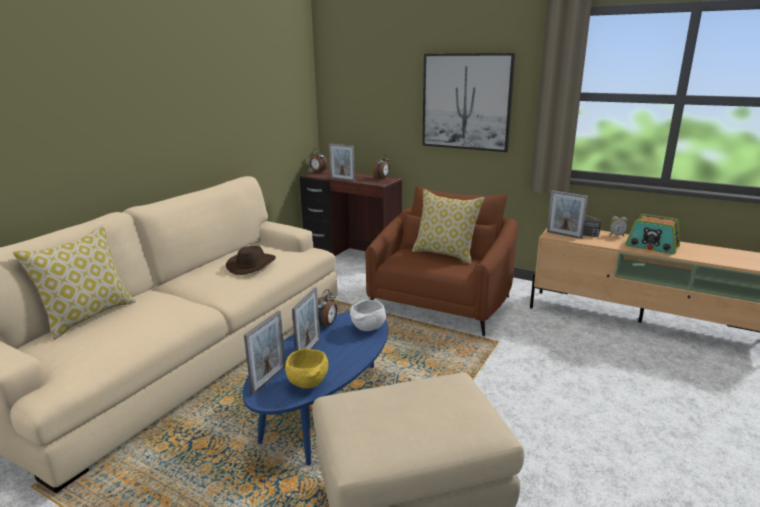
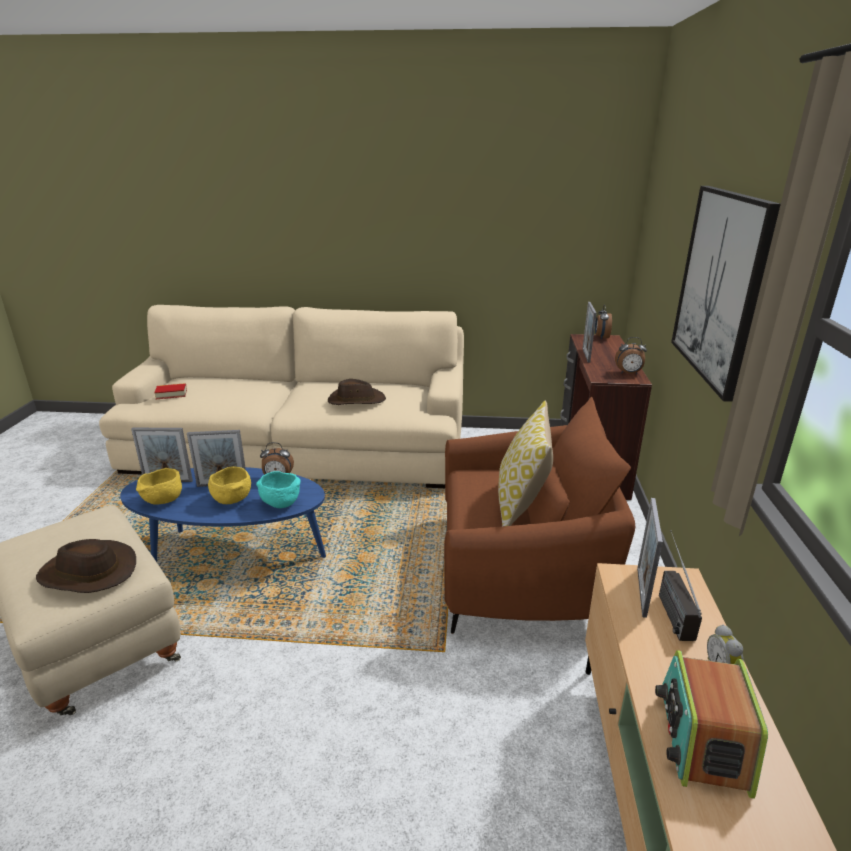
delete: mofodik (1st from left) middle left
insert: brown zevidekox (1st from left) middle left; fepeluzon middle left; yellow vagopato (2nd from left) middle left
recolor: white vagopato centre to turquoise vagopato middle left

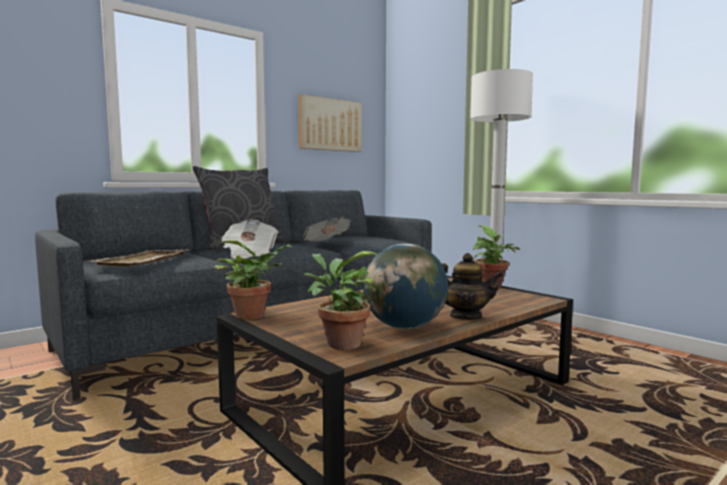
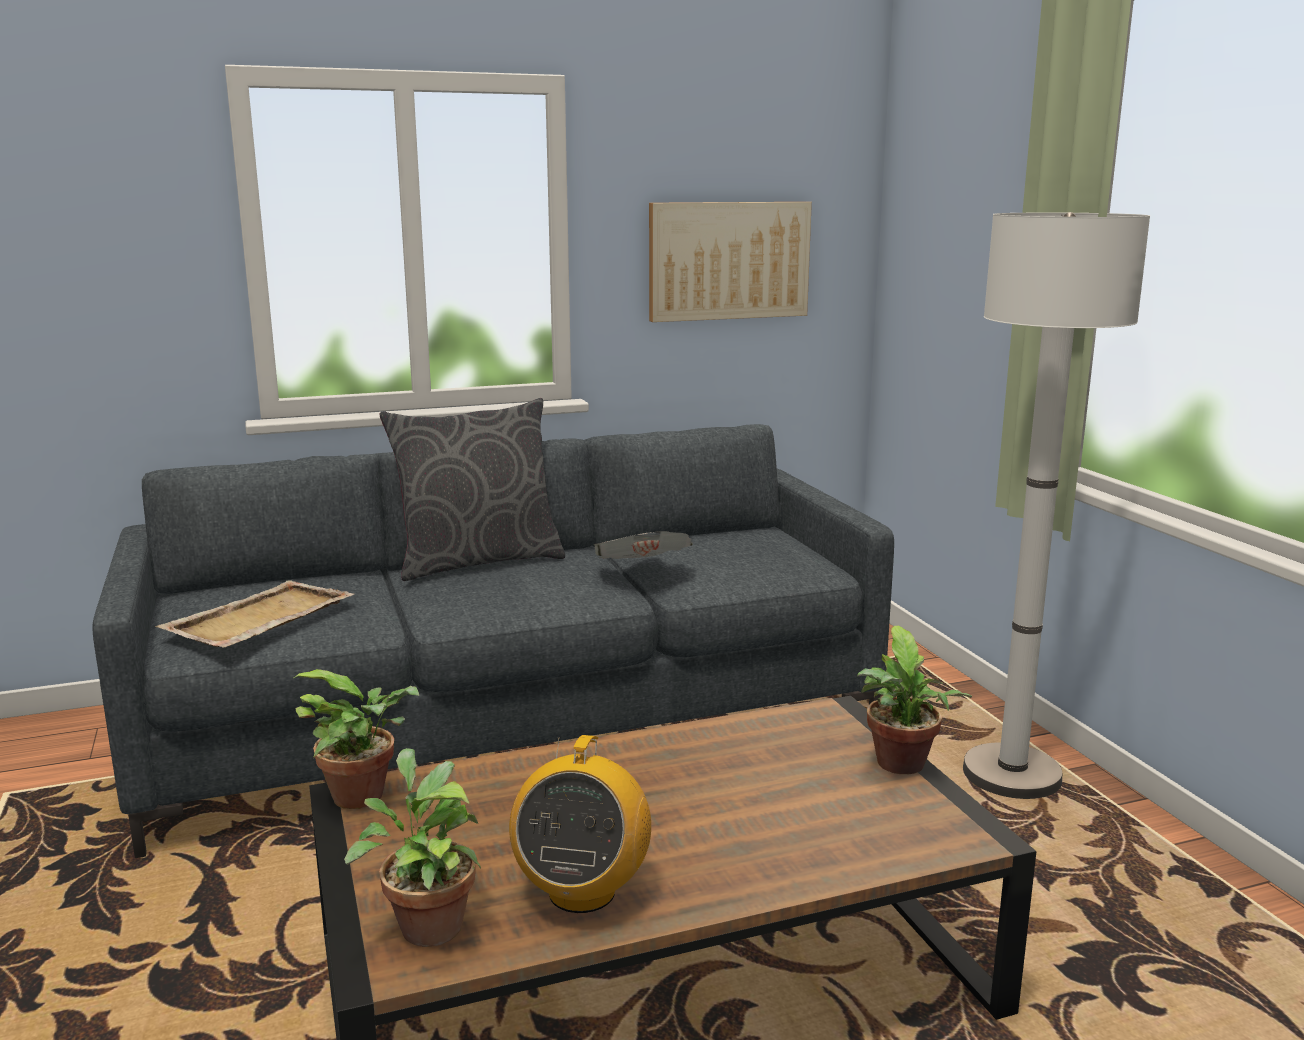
delete: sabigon (1st from left) centre; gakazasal centre
replace: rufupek centre to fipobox bottom centre

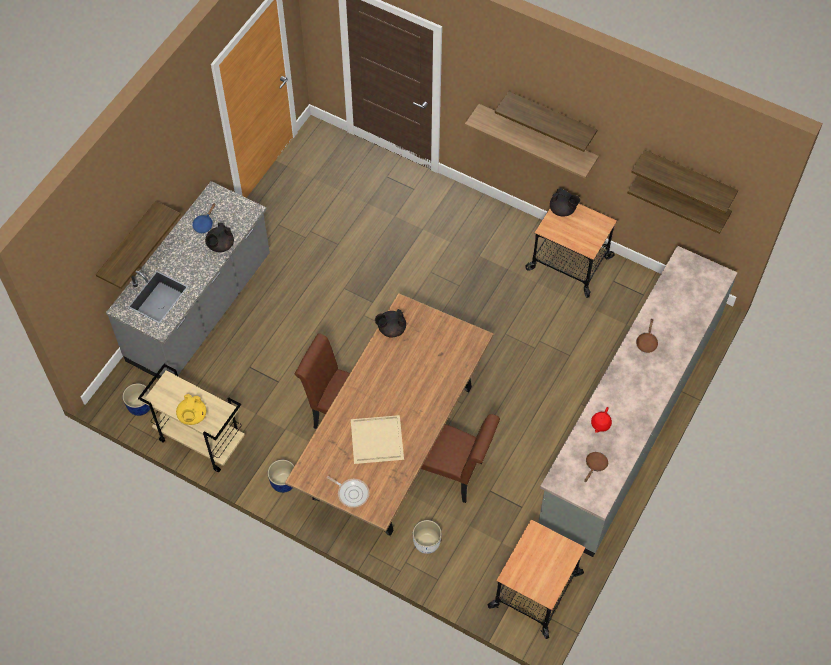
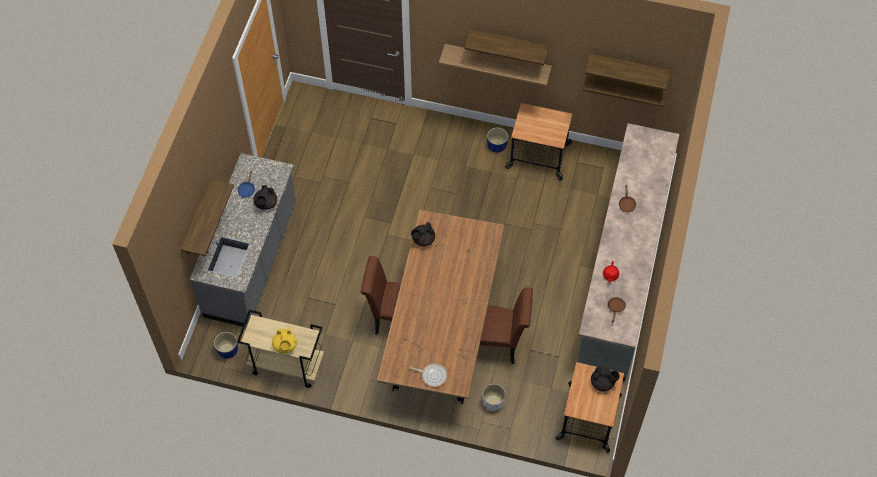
delete: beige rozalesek centre
move: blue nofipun (2nd from left) bottom centre to top centre; black gakazasal (3rd from left) top right to bottom right

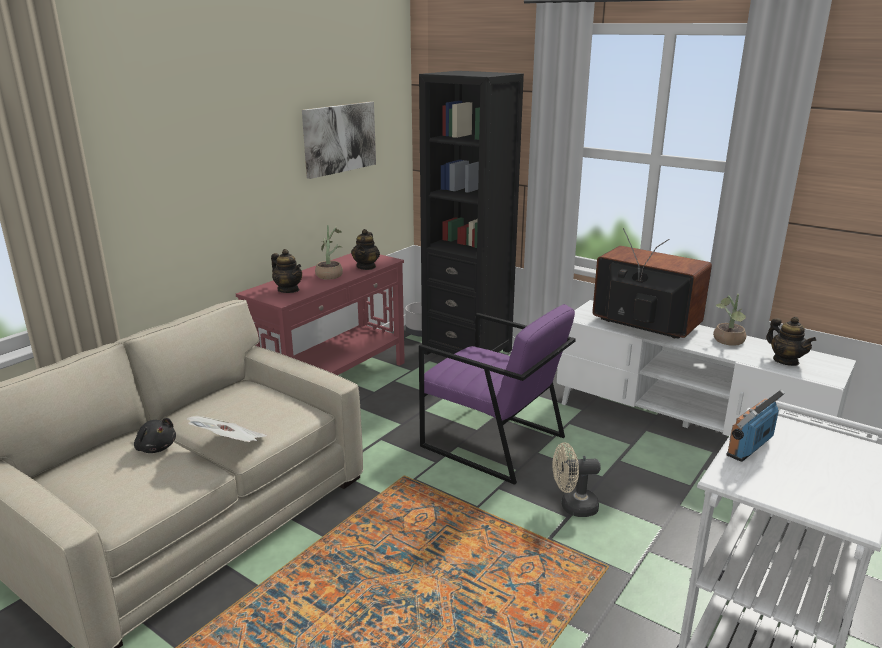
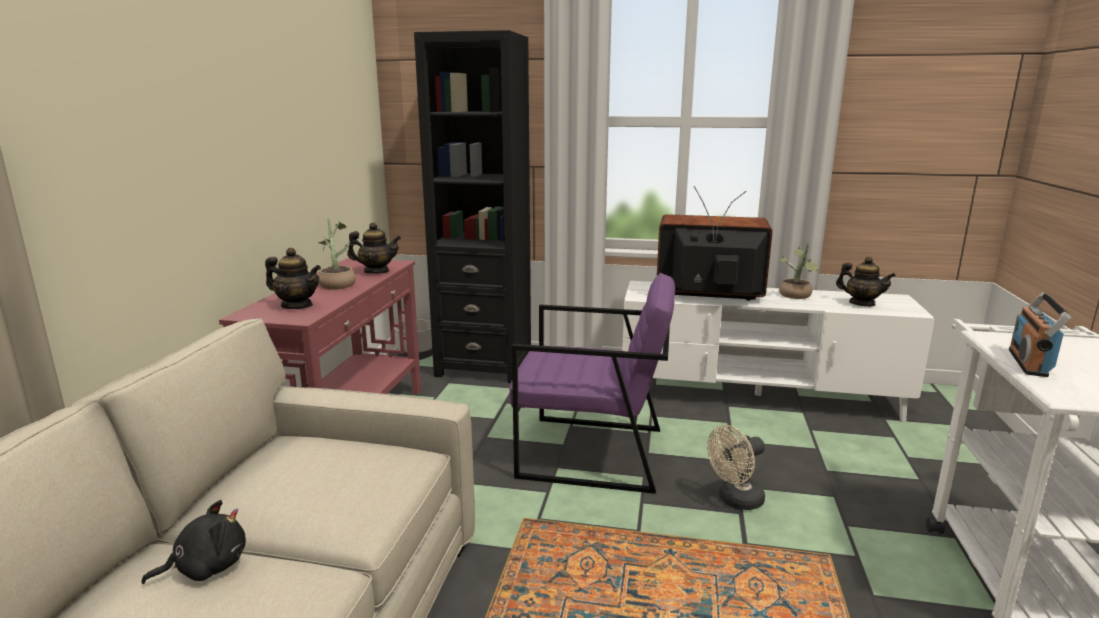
delete: sabigon middle left; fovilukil top centre
rotate: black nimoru bottom left = bottom left 45 degrees counterclockwise; gakazasal (2nd from left) centre = centre 75 degrees counterclockwise

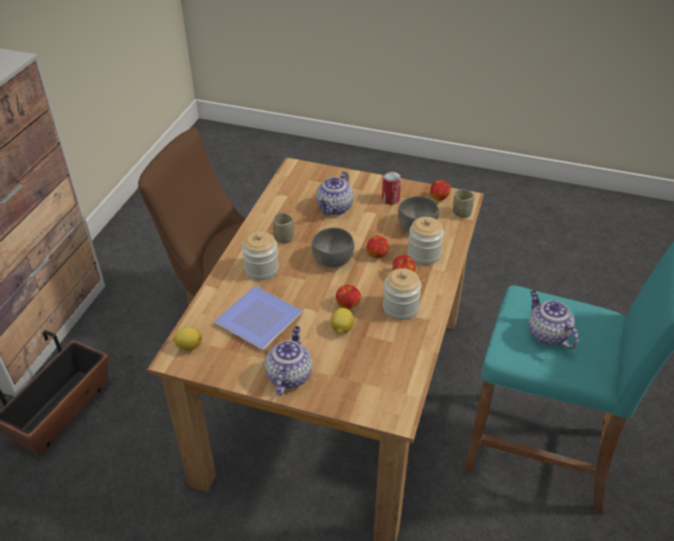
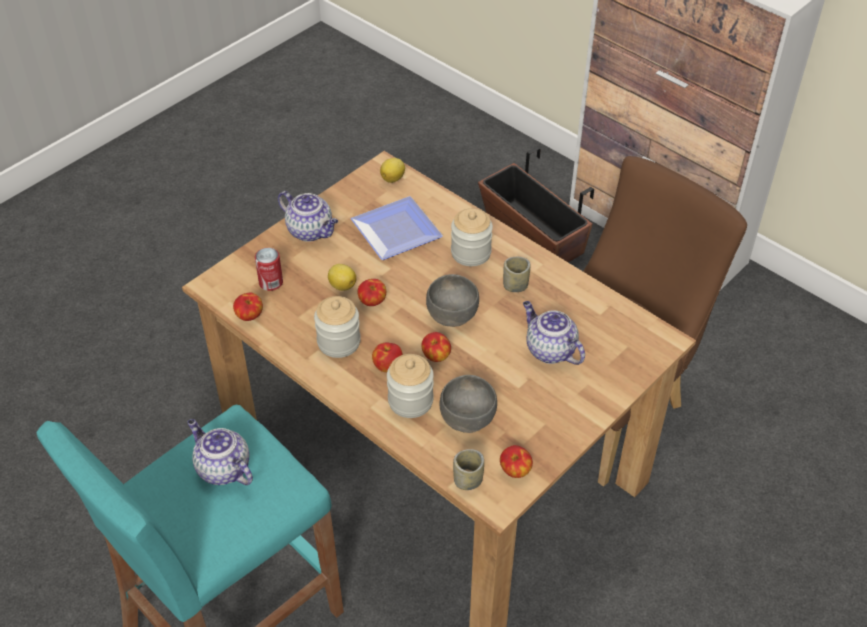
insert: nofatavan (1st from left) middle left
move: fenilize centre to middle left
rotate: gakazasal (3rd from left in the first image) middle right = bottom left 135 degrees counterclockwise

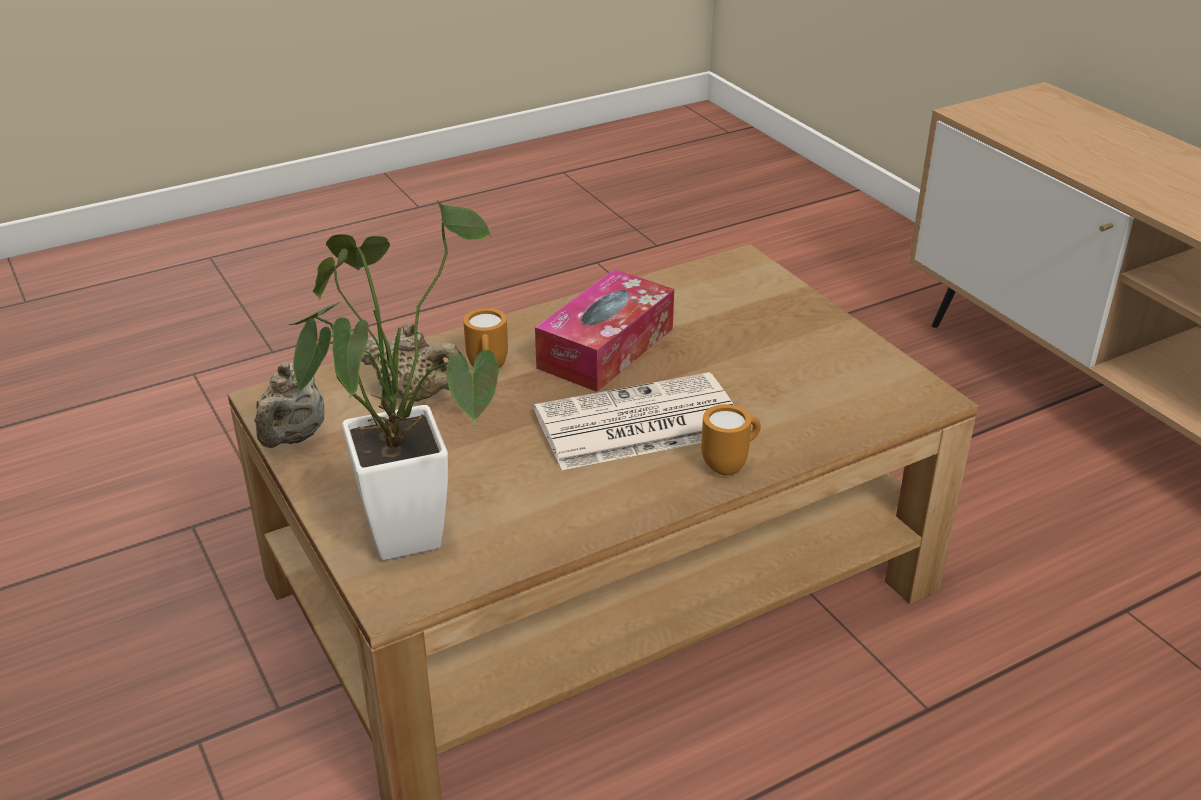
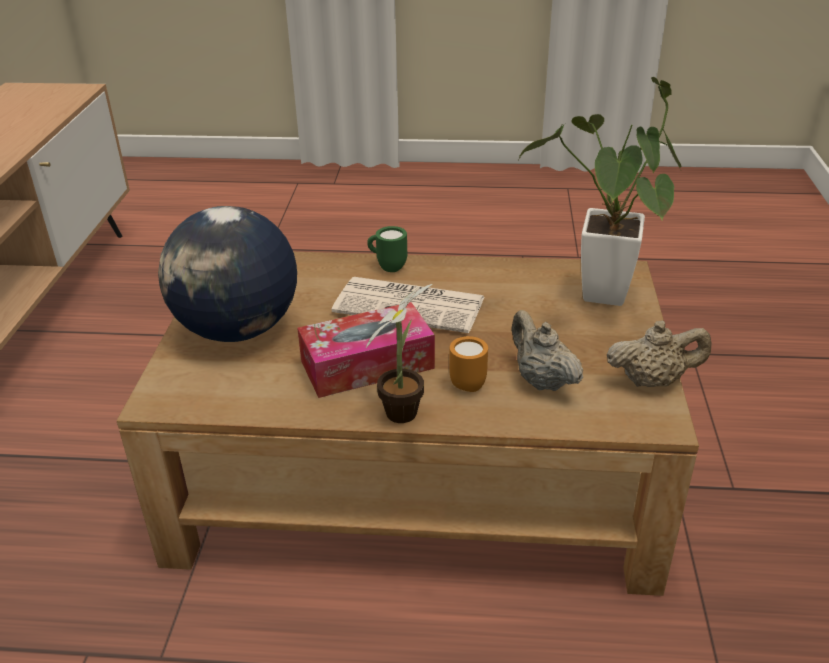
insert: rufupek middle left; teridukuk (1st from left) centre
recolor: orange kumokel (2nd from left) centre to green kumokel centre
rotate: beige gakazasal (1st from left in the first image) middle left = middle right 45 degrees clockwise

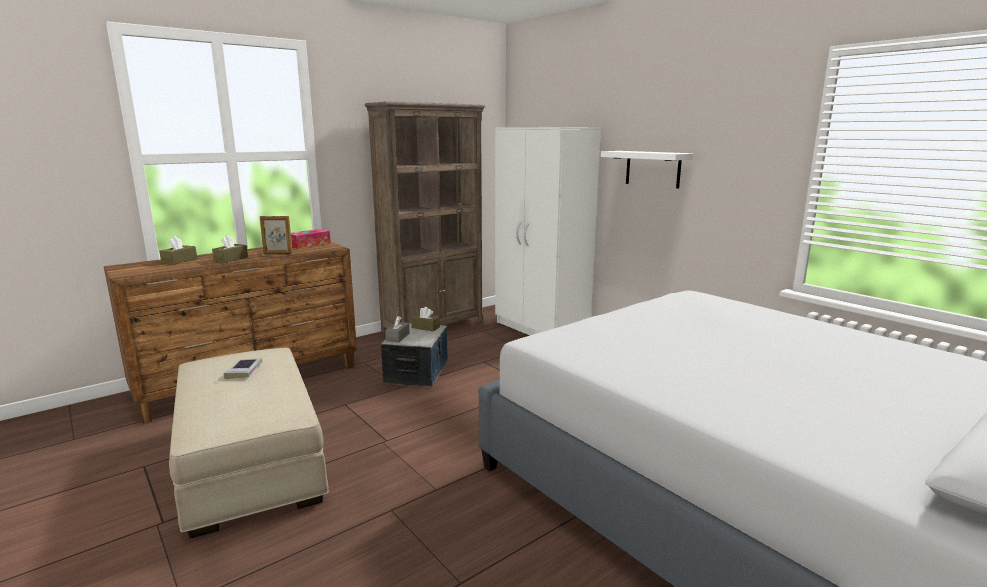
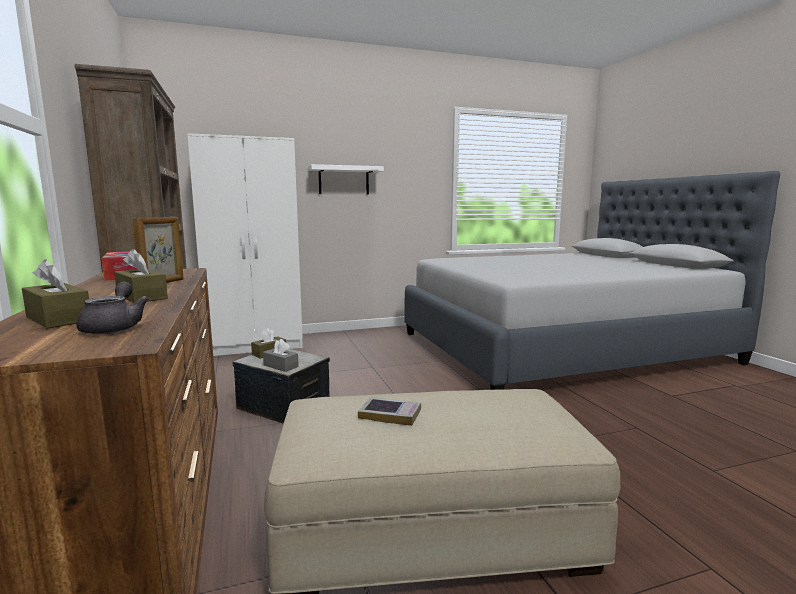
insert: grey gakazasal middle left

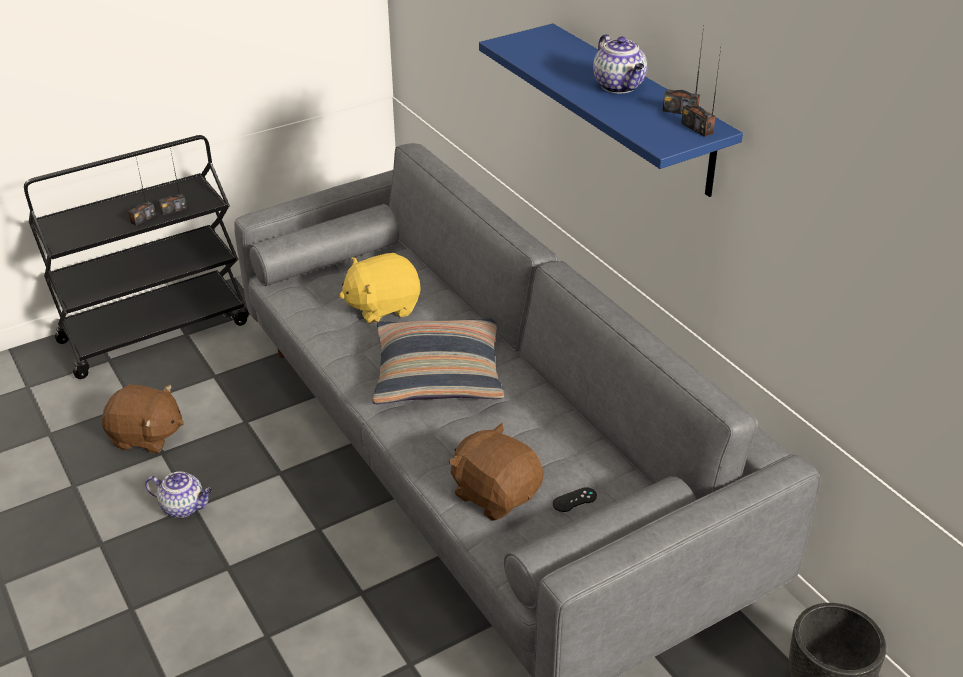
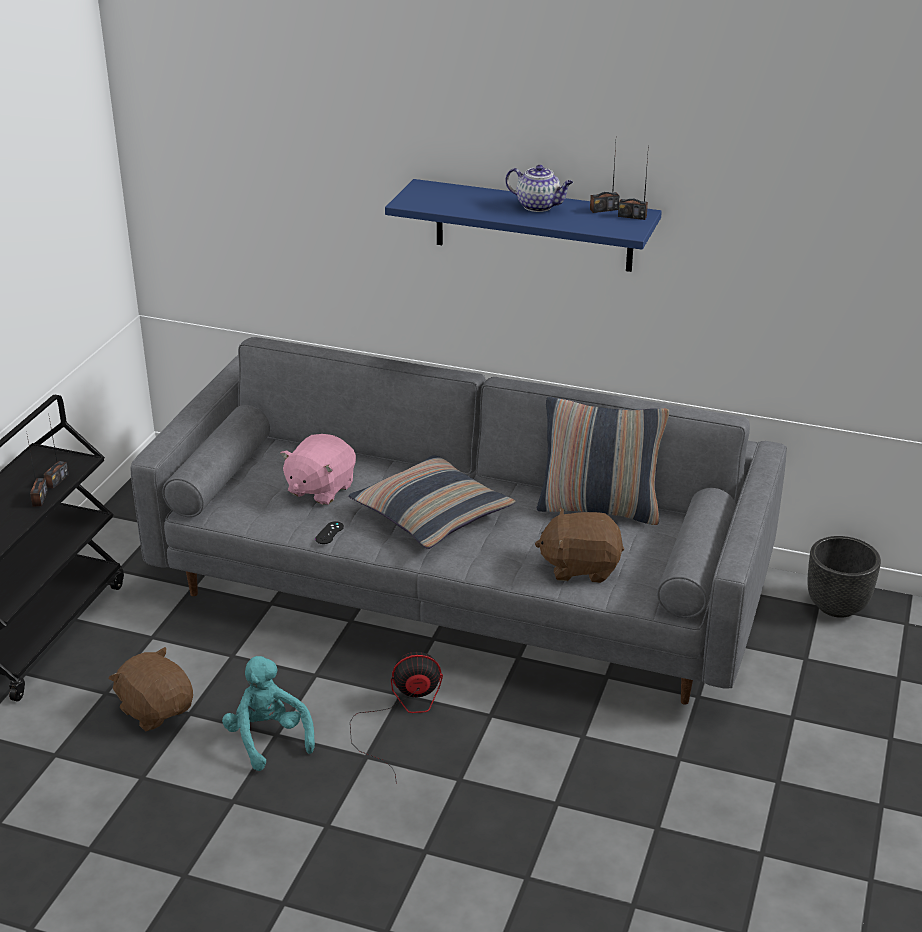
insert: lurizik bottom centre; mofodik (2nd from left) centre
move: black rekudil bottom centre to centre
replace: gakazasal (1st from left) bottom left to turquoise nimoru bottom left
recolor: yellow nimoru centre to pink nimoru centre
rotate: brown nimoru (1st from left) middle left = bottom left 105 degrees counterclockwise

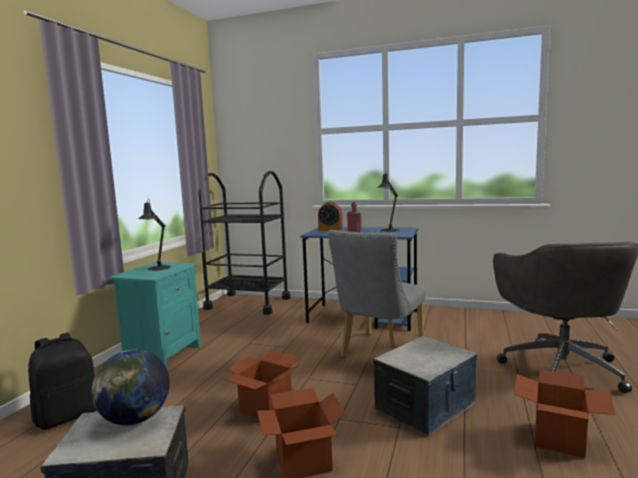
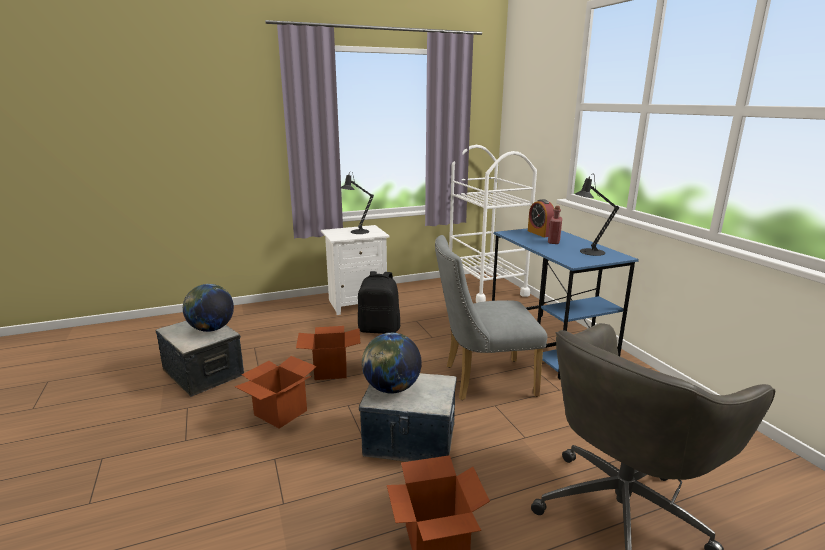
insert: rufupek (2nd from left) centre
move: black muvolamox bottom left to centre
recolor: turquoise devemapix middle left to white devemapix centre; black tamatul centre to white tamatul centre

